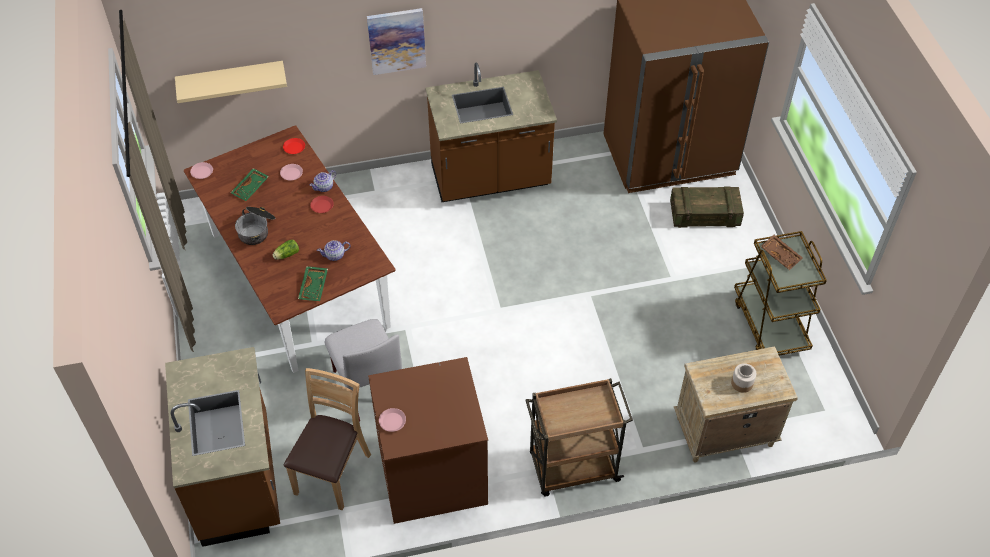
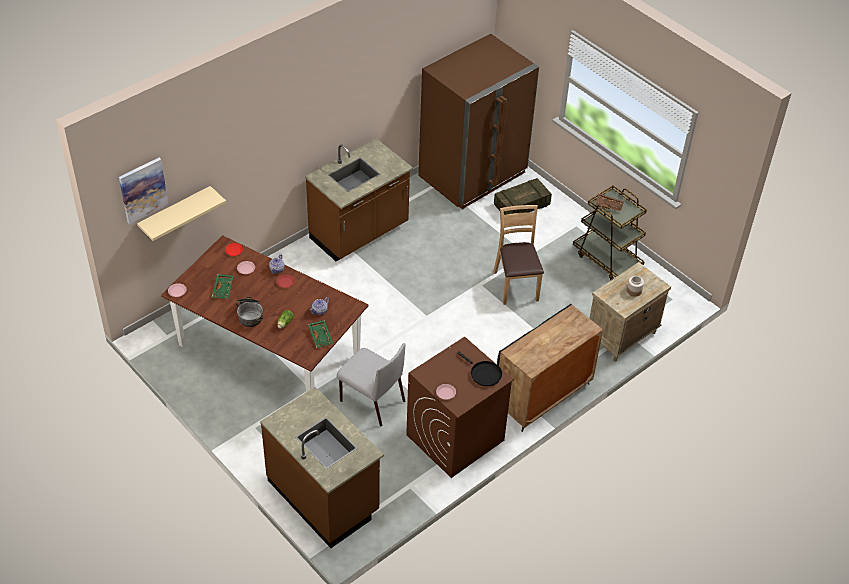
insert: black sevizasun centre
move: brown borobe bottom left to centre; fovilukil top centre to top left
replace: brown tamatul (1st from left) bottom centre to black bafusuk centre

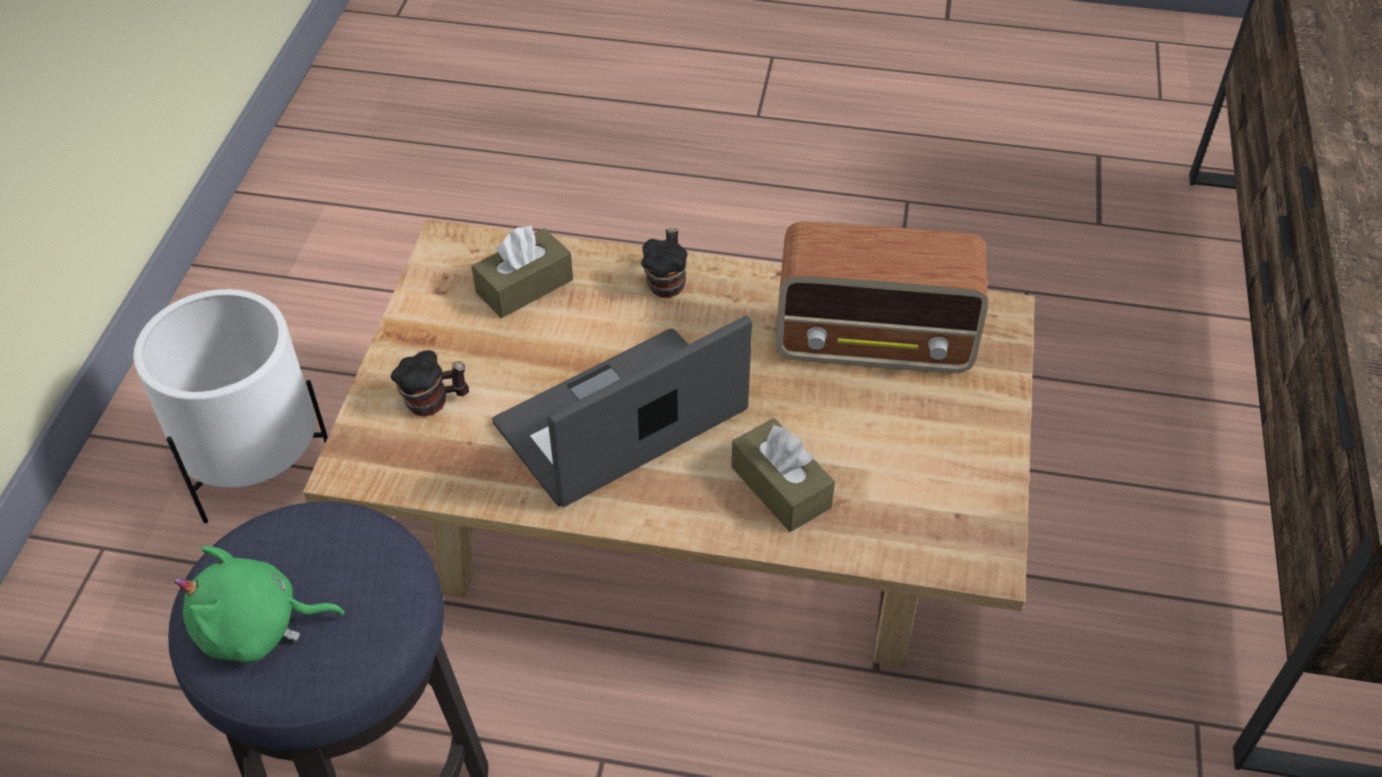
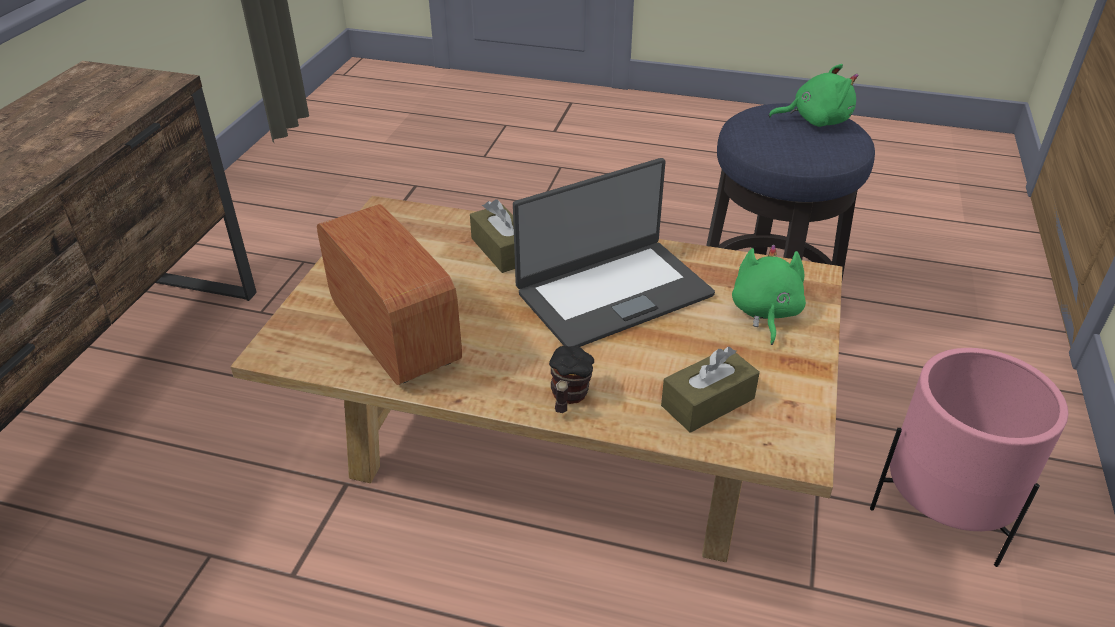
replace: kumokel (1st from left) middle left to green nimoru (1st from left) middle right
recolor: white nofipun middle left to pink nofipun bottom right
rotate: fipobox centre = centre 45 degrees clockwise

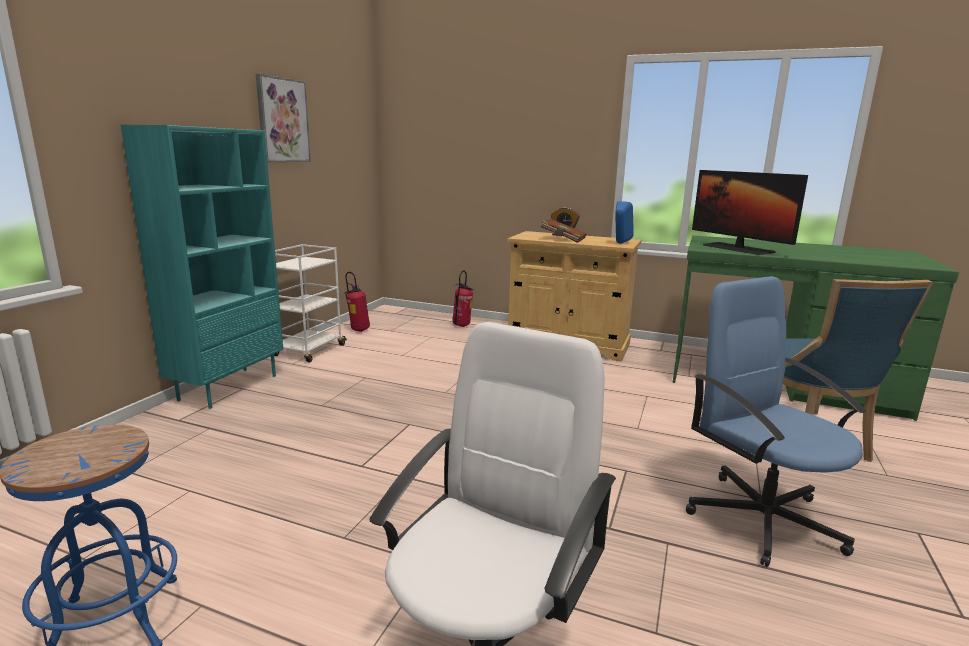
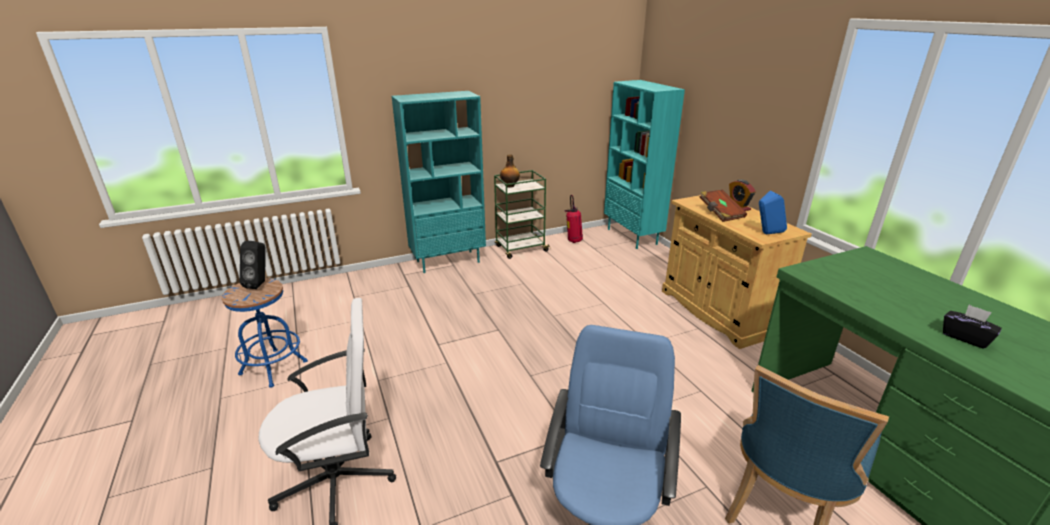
delete: fovilukil top left; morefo (2nd from left) centre; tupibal top right
insert: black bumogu middle left; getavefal top centre; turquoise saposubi (2nd from left) top centre; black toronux middle right
recolor: white tamatul middle left to green tamatul centre

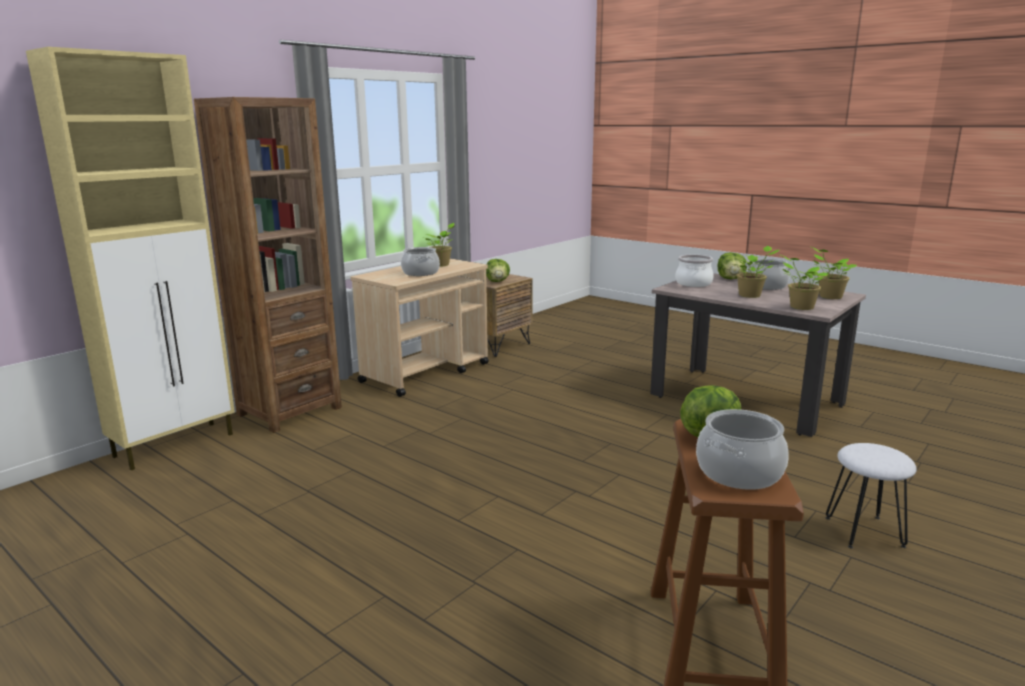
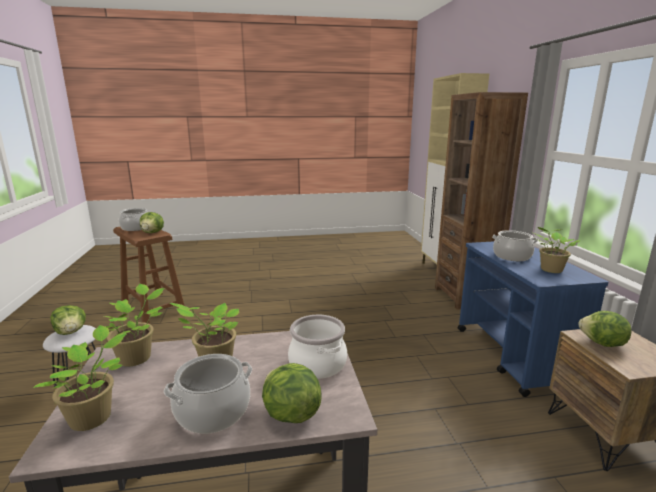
insert: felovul (1st from left) middle left
recolor: beige tamatul centre to blue tamatul middle right

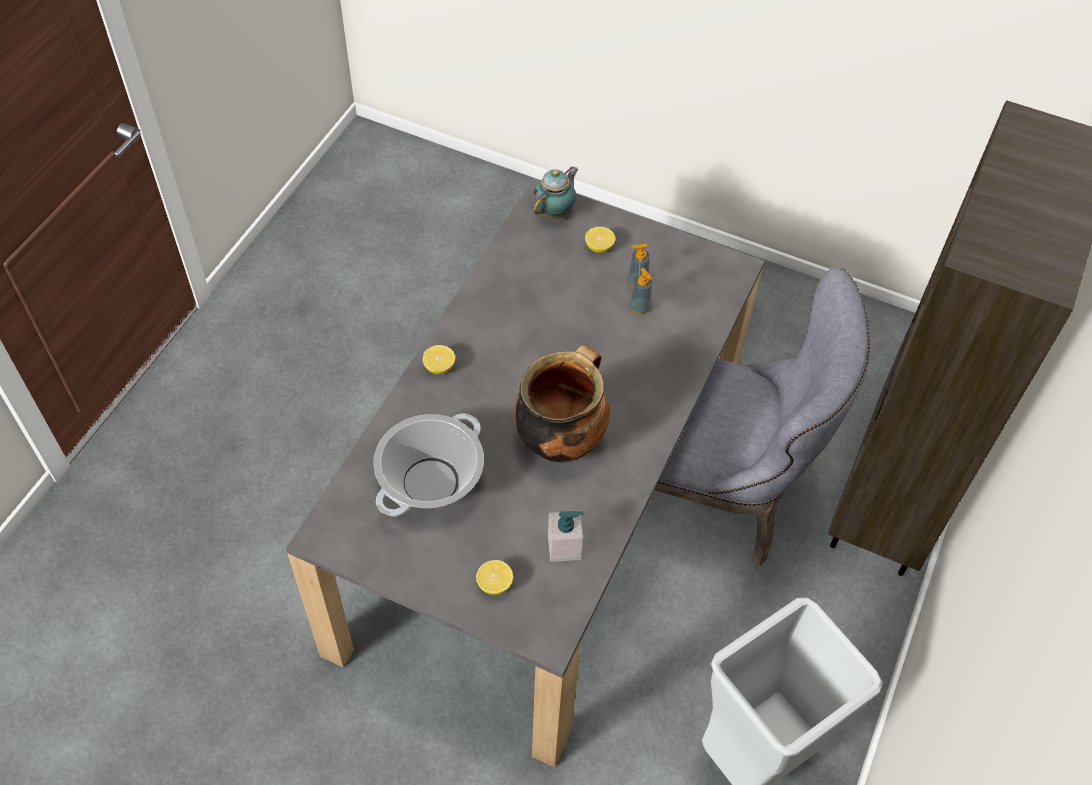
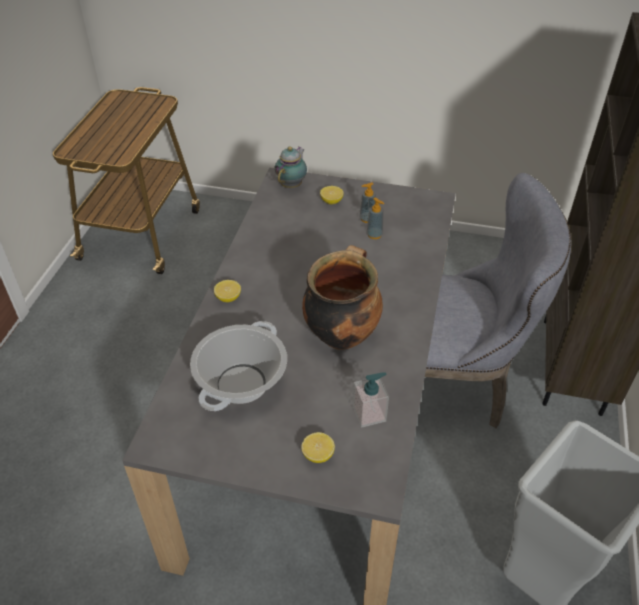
insert: tamatul top left

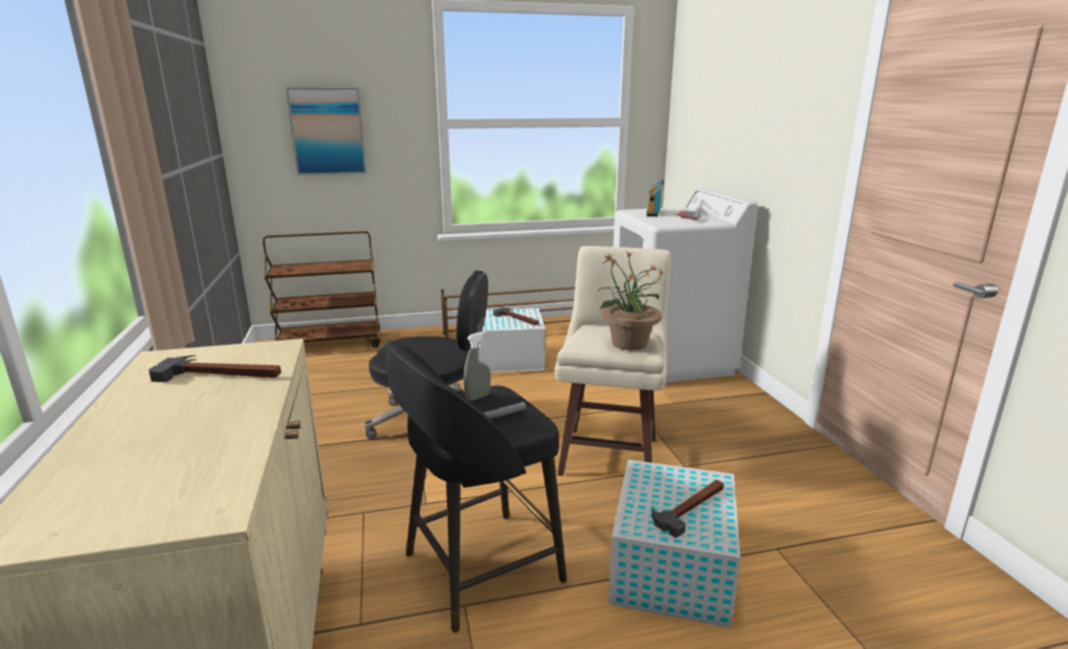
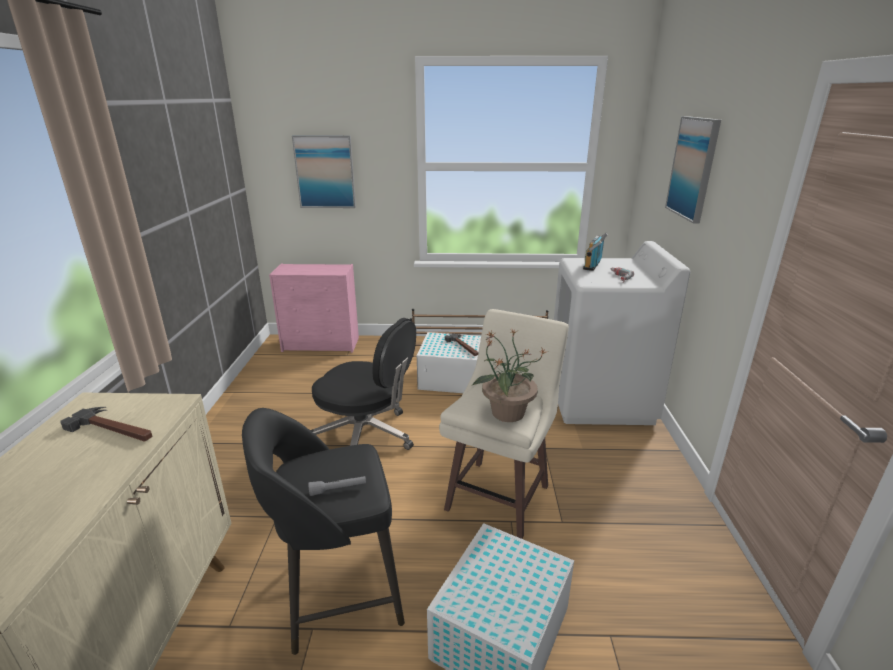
delete: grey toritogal centre; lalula (3rd from left) bottom centre
insert: fovilukil (2nd from left) top right
replace: brown tamatul middle left to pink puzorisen centre

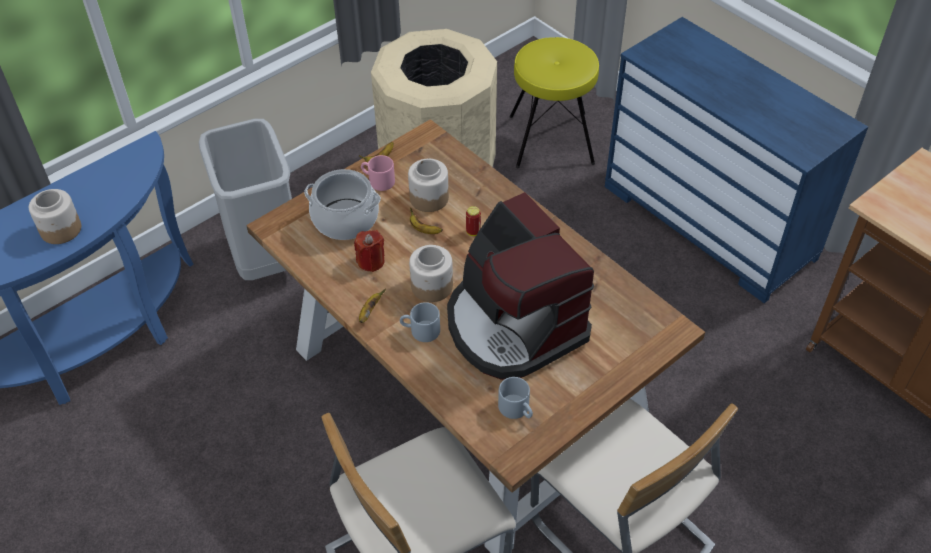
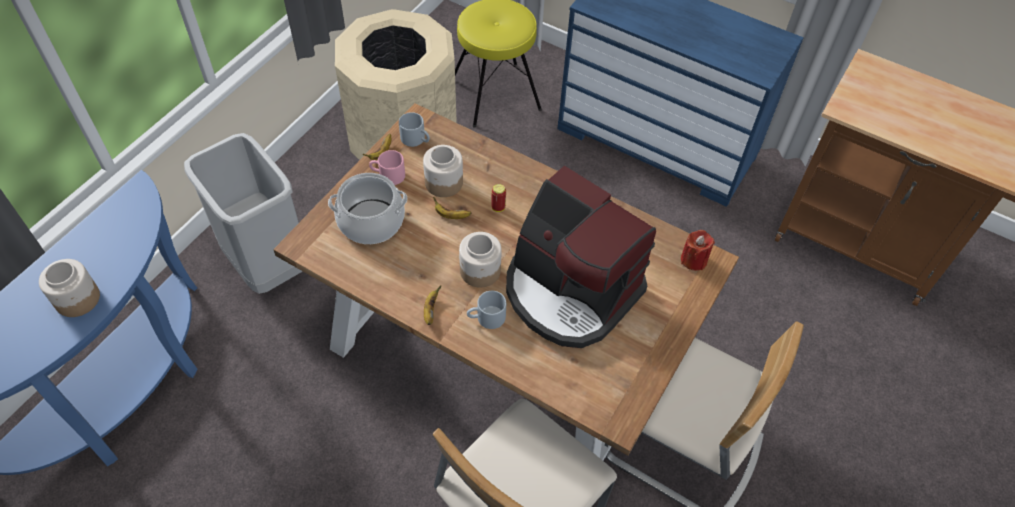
move: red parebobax centre to middle right; grey kumokel (2nd from left in the first image) bottom centre to grey kumokel (1st from left) top centre

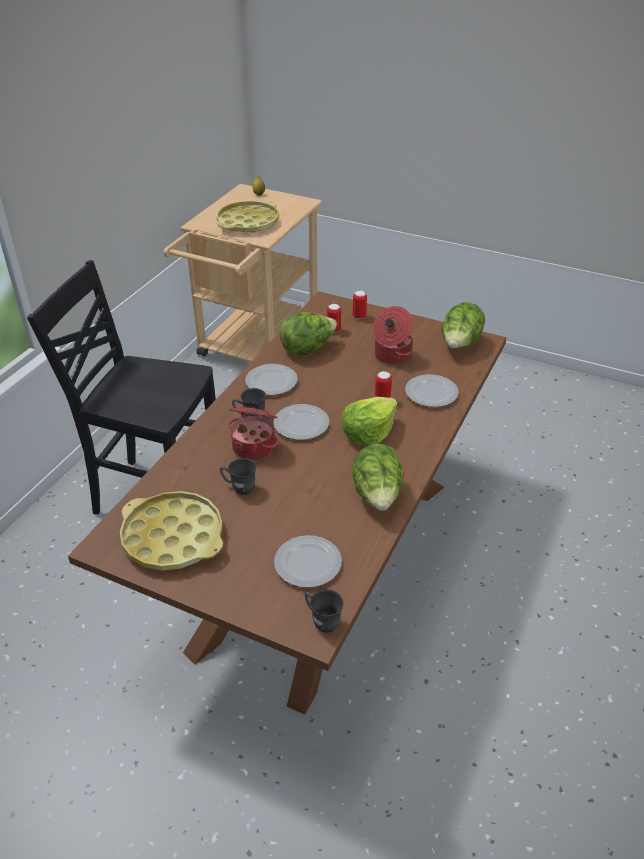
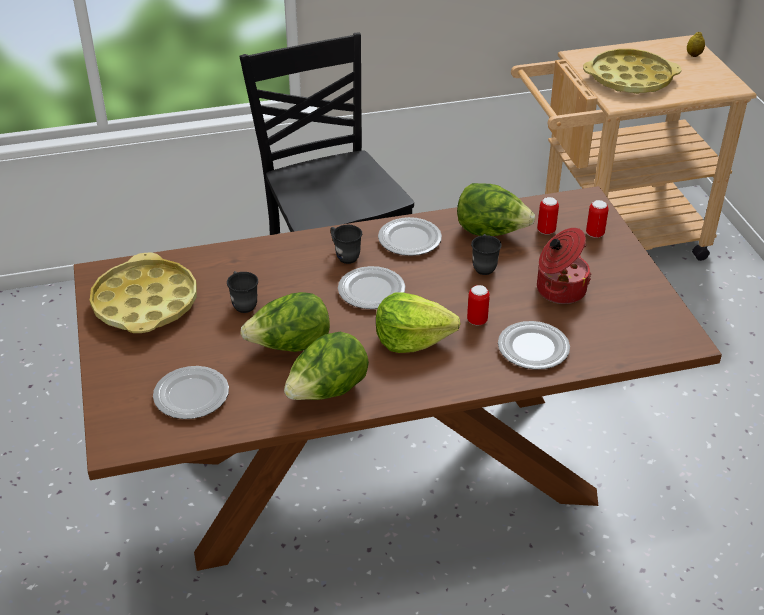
delete: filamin (1st from left) centre
move: grey kumokel (3rd from left) bottom centre to centre; felovul (4th from left in the first image) middle right to felovul (1st from left) centre

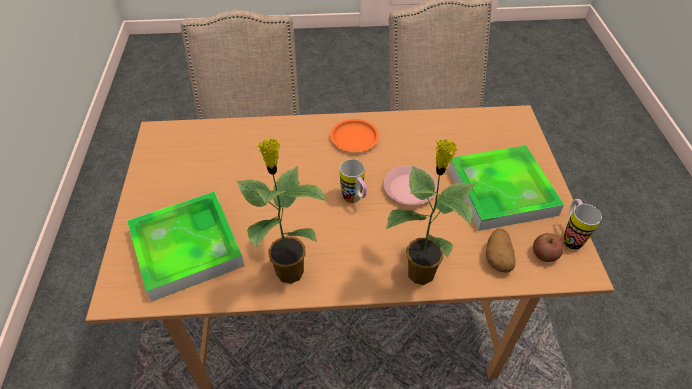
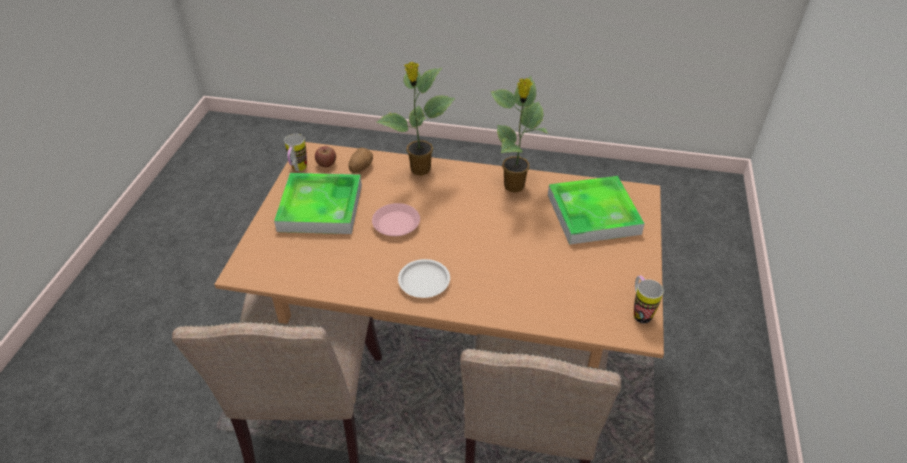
move: kumokel (1st from left in the first image) centre to kumokel (2nd from left) middle right
recolor: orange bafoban centre to white bafoban centre

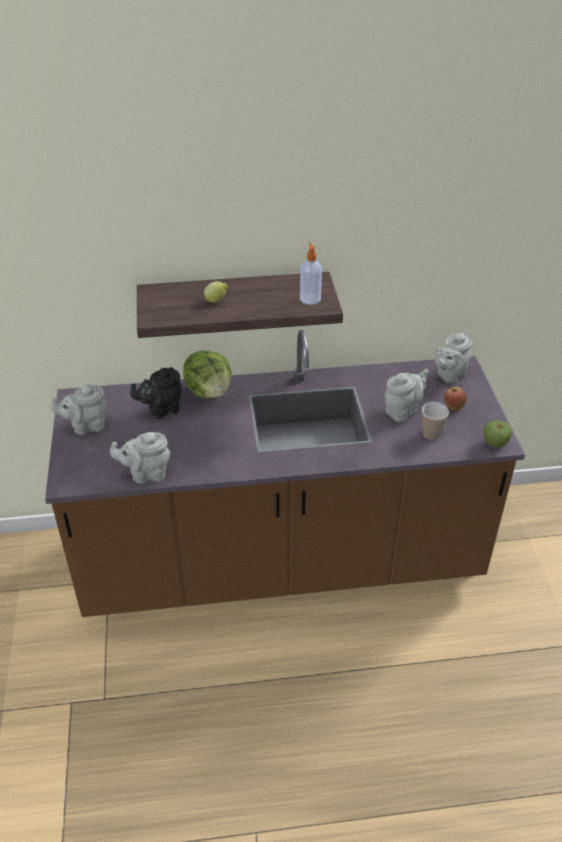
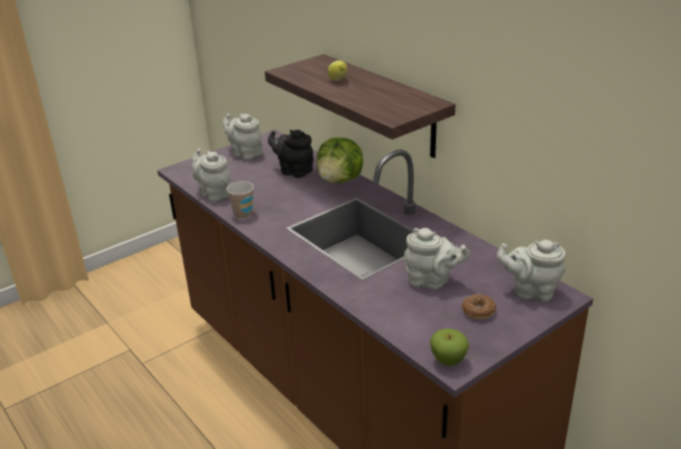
delete: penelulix top centre
move: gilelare middle right to centre
replace: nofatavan (1st from left) middle right to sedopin bottom right

